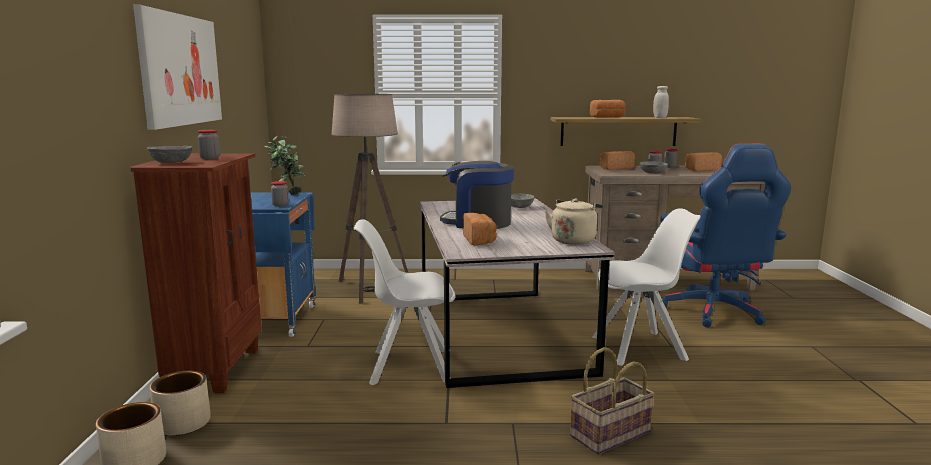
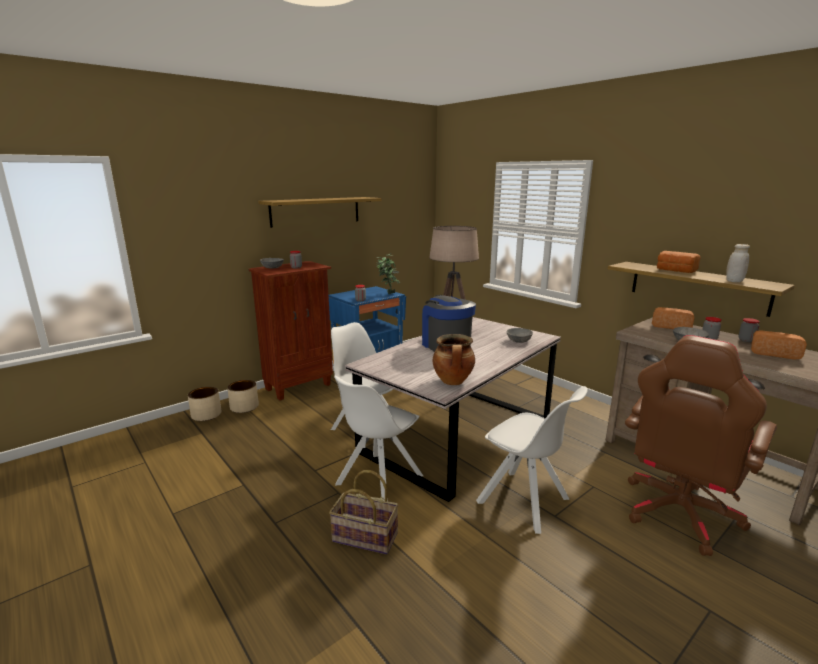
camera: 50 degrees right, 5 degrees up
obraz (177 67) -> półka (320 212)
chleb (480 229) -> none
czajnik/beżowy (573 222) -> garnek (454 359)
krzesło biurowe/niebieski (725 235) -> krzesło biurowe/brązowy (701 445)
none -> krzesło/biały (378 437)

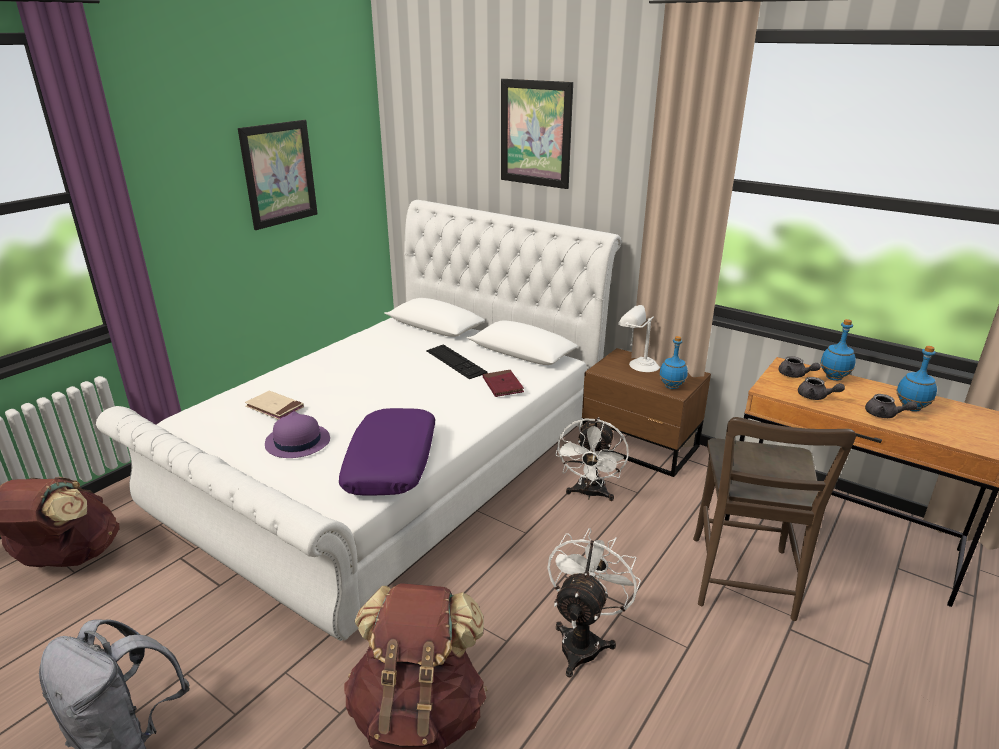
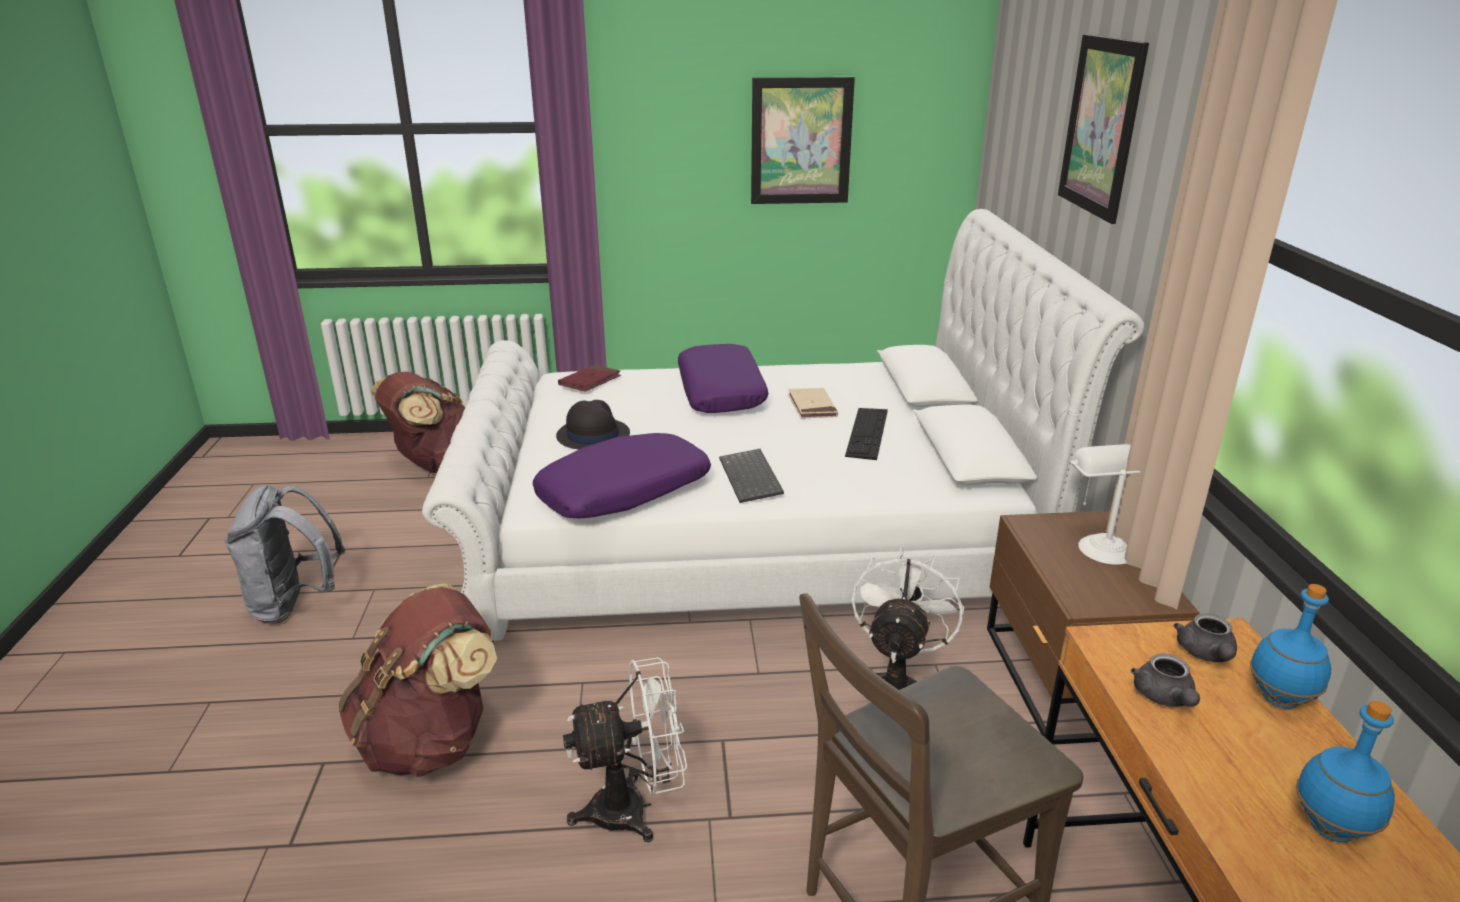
camera: 50 degrees right, 0 degrees up
książka/beżowy (274 405) -> książka/beżowy (813 403), moved
kapelusz/fioletowy (297 434) -> kapelusz/czarny (593 425)
książka/czerwony (503 383) -> książka/czerwony (589 378), moved
wentylator/biały (592 459) -> wentylator/biały (908 619), 135 degrees clockwise
butelka/niebieski (673 362) -> none
imbryk/szary (891 406) -> none
none -> poduszka/fioletowy (723 378)
none -> klawiatura (751 476)

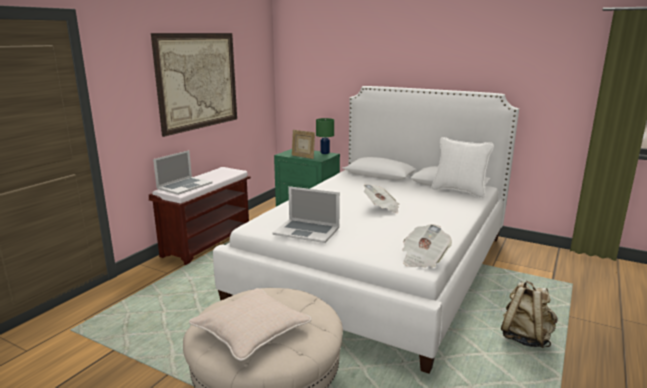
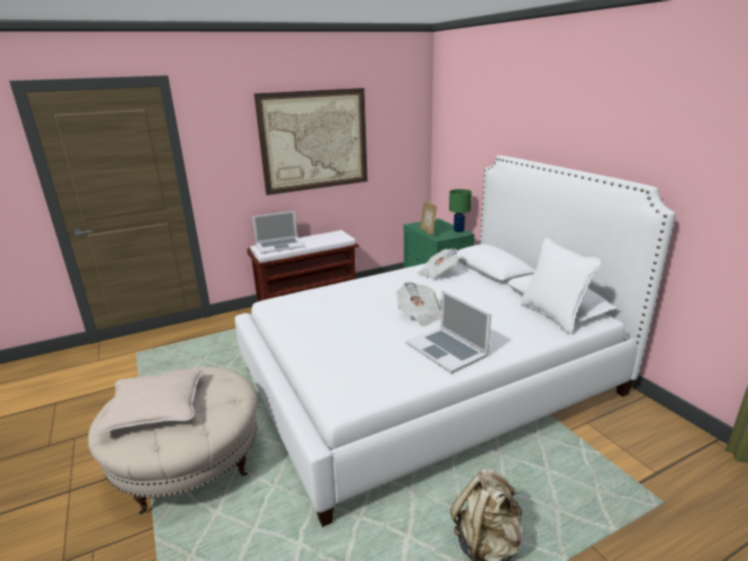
camera: 35 degrees right, 5 degrees up
laptop (306 214) -> laptop (448 332), moved
gazeta (427 246) -> gazeta (438 264), moved

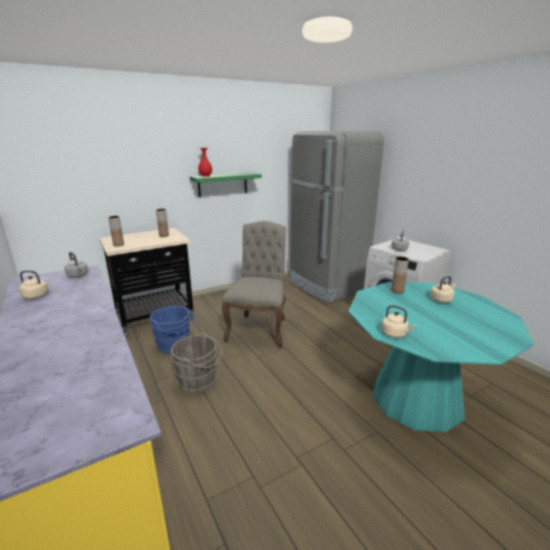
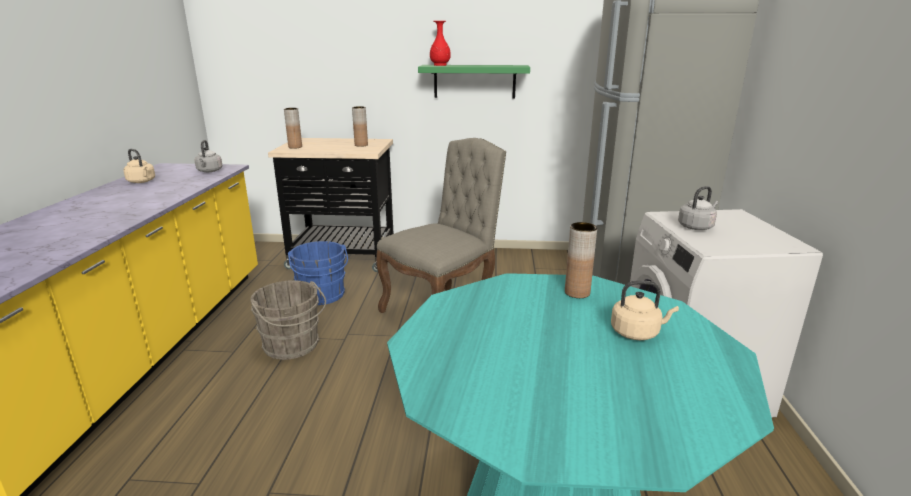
camera: 35 degrees right, 0 degrees up
czajnik/beżowy (399 321) -> none

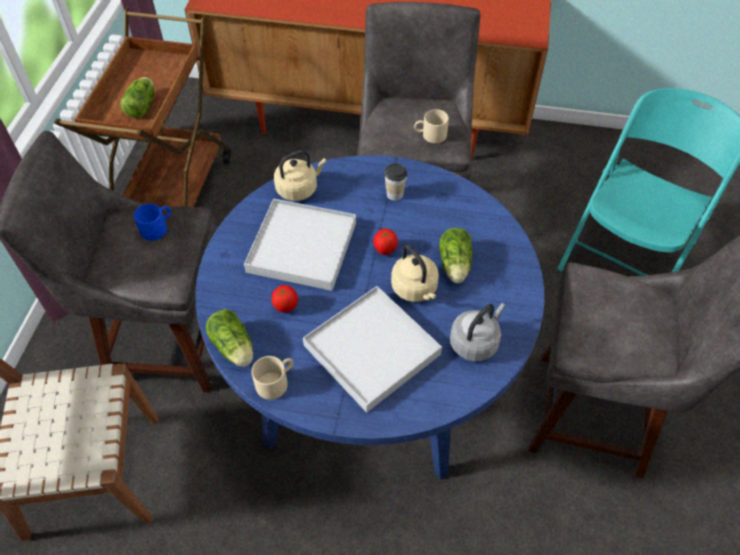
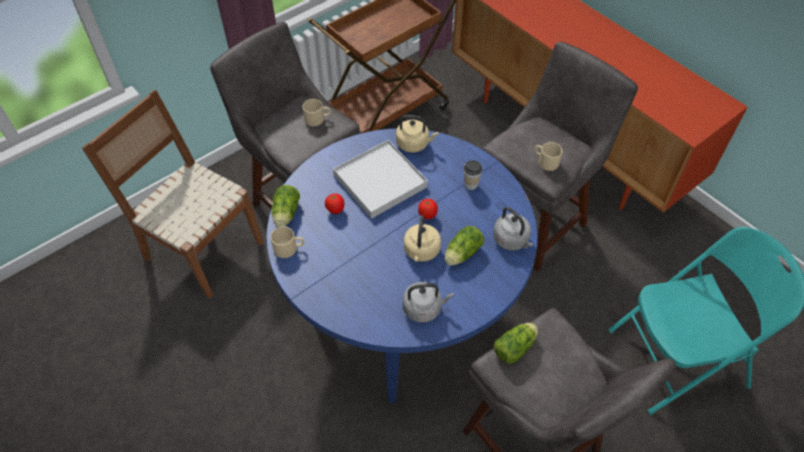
camera: 40 degrees right, 0 degrees up
sałata (137 97) -> sałata (516 343), moved
kubek/niebieski (152 222) -> kubek/beżowy (317 112)
taca/biały (372 349) -> none
none -> czajnik/szary (513 229)

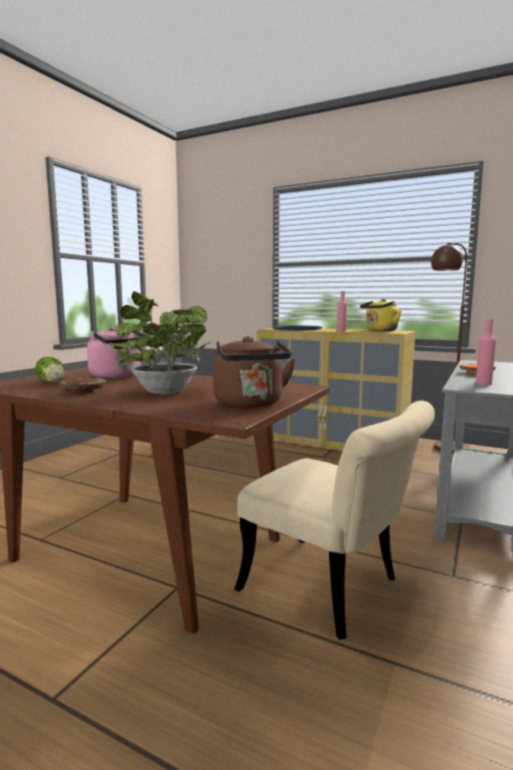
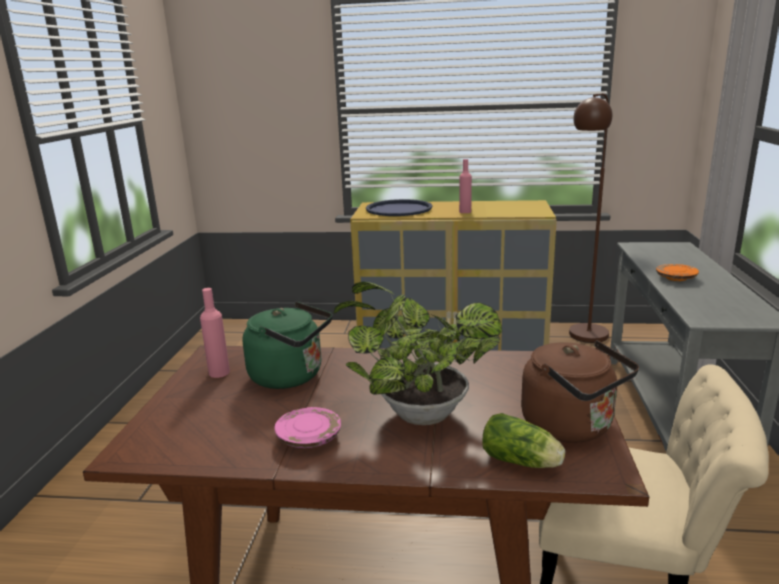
camera: 20 degrees left, 10 degrees up
sałata (50 370) -> sałata (523 440), moved
talerz/brązowy (82 385) -> talerz/różowy (308 427)
czajnik/różowy (118 353) -> czajnik/zielony (287 345)
czajnik/żółty (380 315) -> none
butelka/różowy (486 352) -> butelka/różowy (215 333), moved

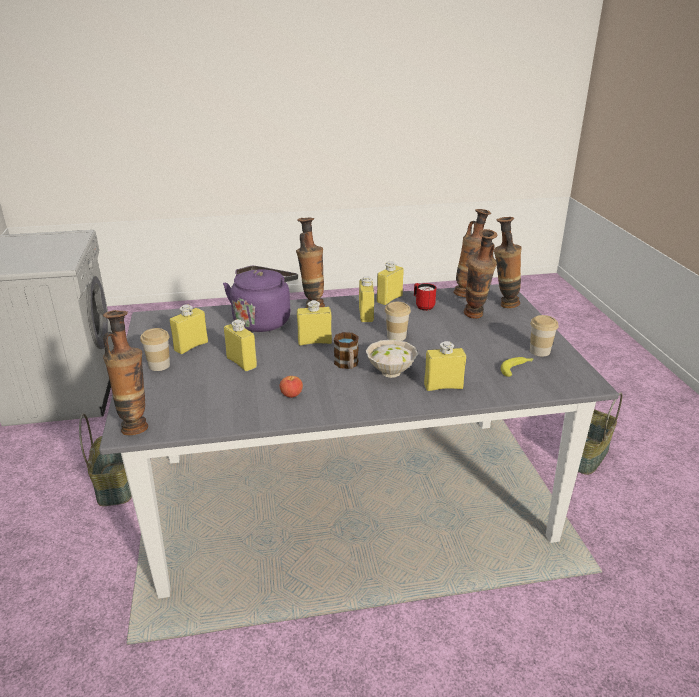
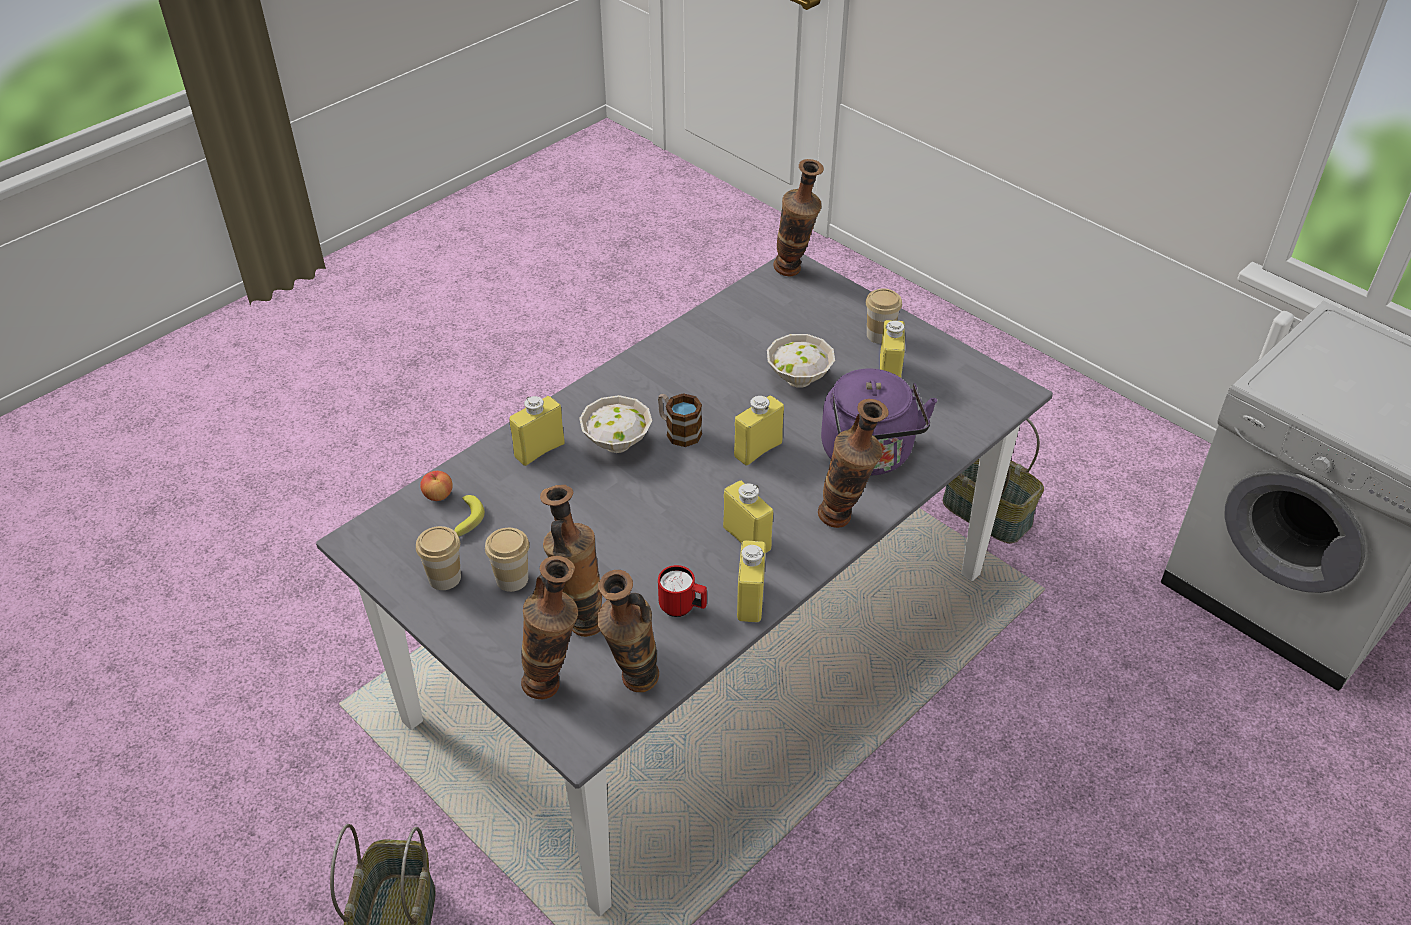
camera: 145 degrees right, 15 degrees up
butelka/żółty (240 345) -> miska/biały (801 361)
jabłko (291 387) -> jabłko (436 486), moved
filiżanka (398 321) -> filiżanka (507 560), moved

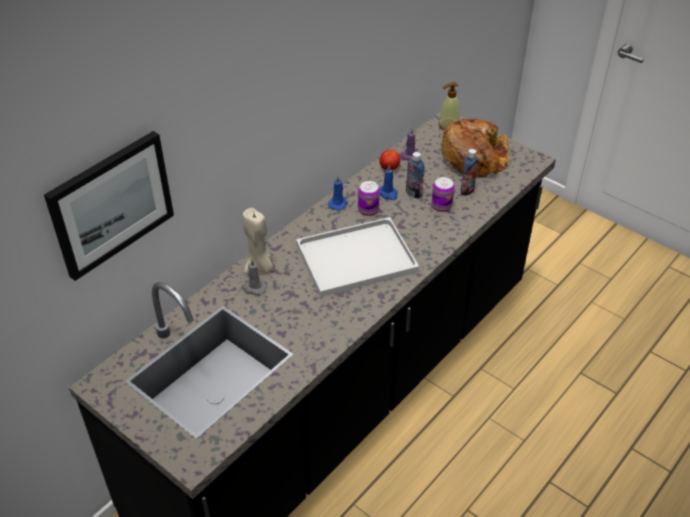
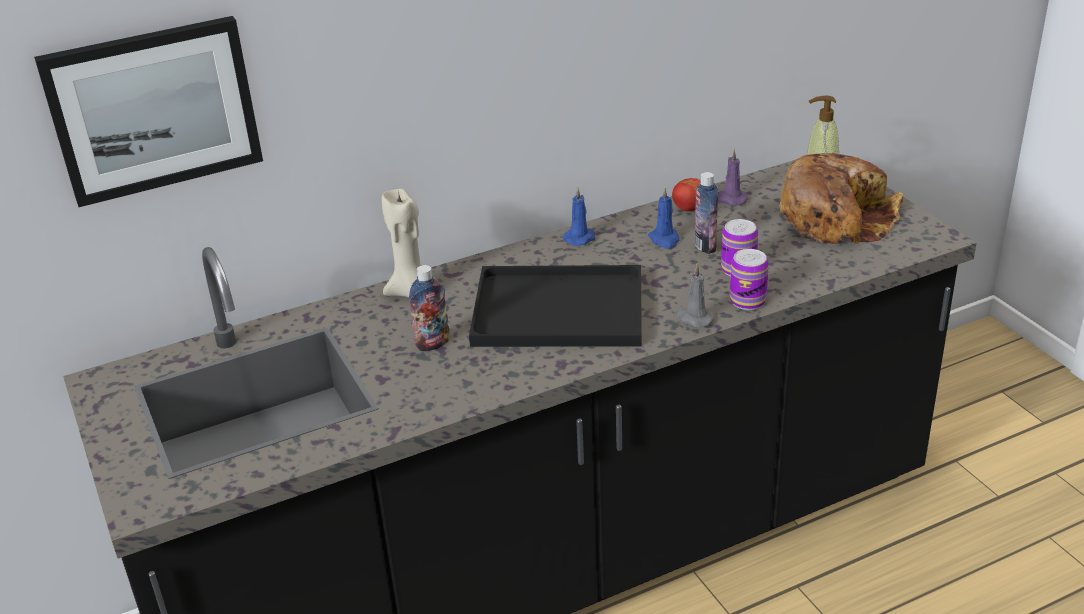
camera: 25 degrees right, 10 degrees down
świeca/szary (254 277) -> świeca/szary (695 296), moved
taca/biały (357 257) -> taca/czarny (555 306)
puszka (369 198) -> puszka (749 279), moved
butelka (470 172) -> butelka (429 308), moved

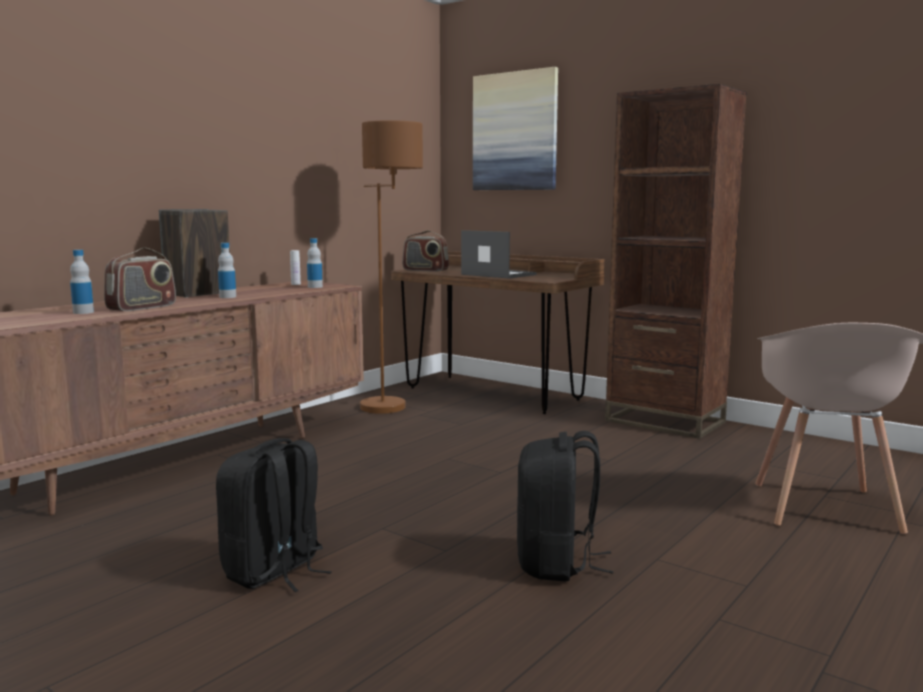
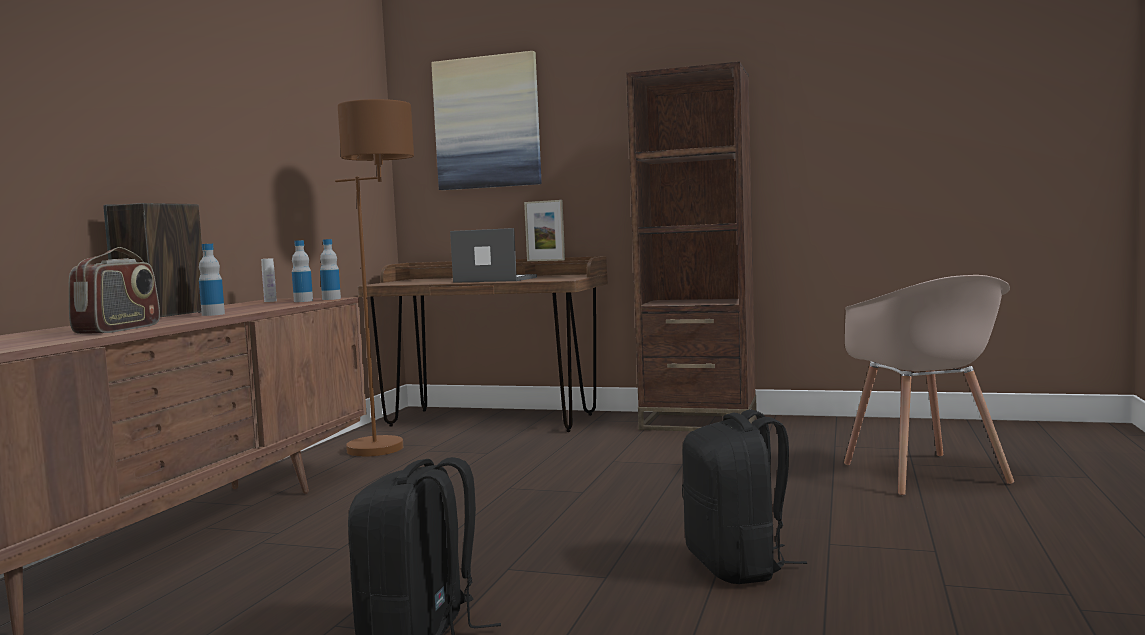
camera: 20 degrees left, 5 degrees down
butelka (82 282) -> butelka (330 269), moved
radio (425 251) -> none
none -> ramka na zdjęcie (544 230)

